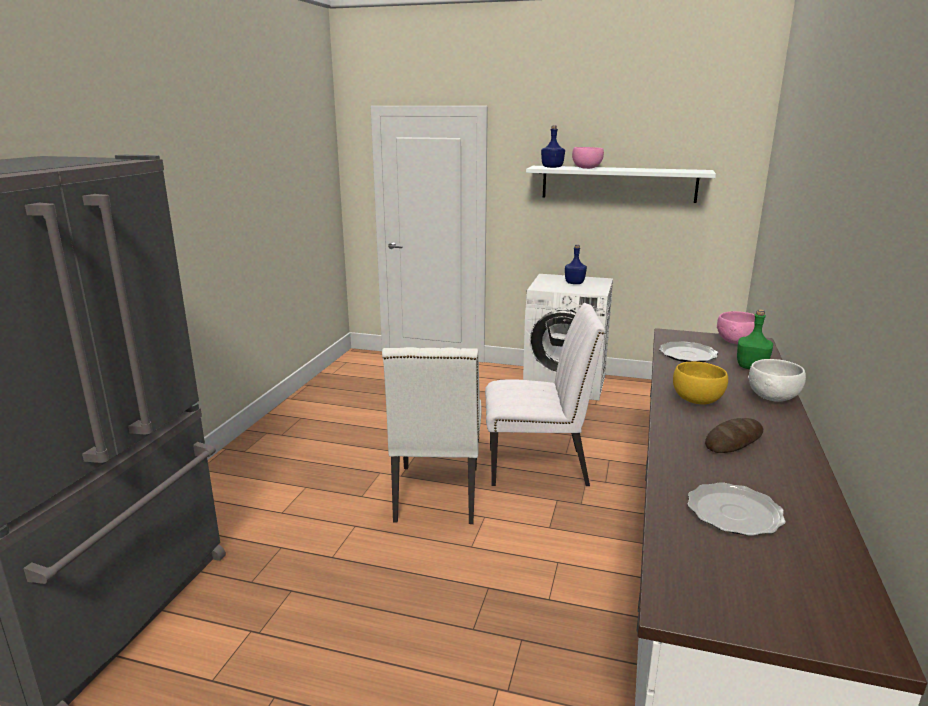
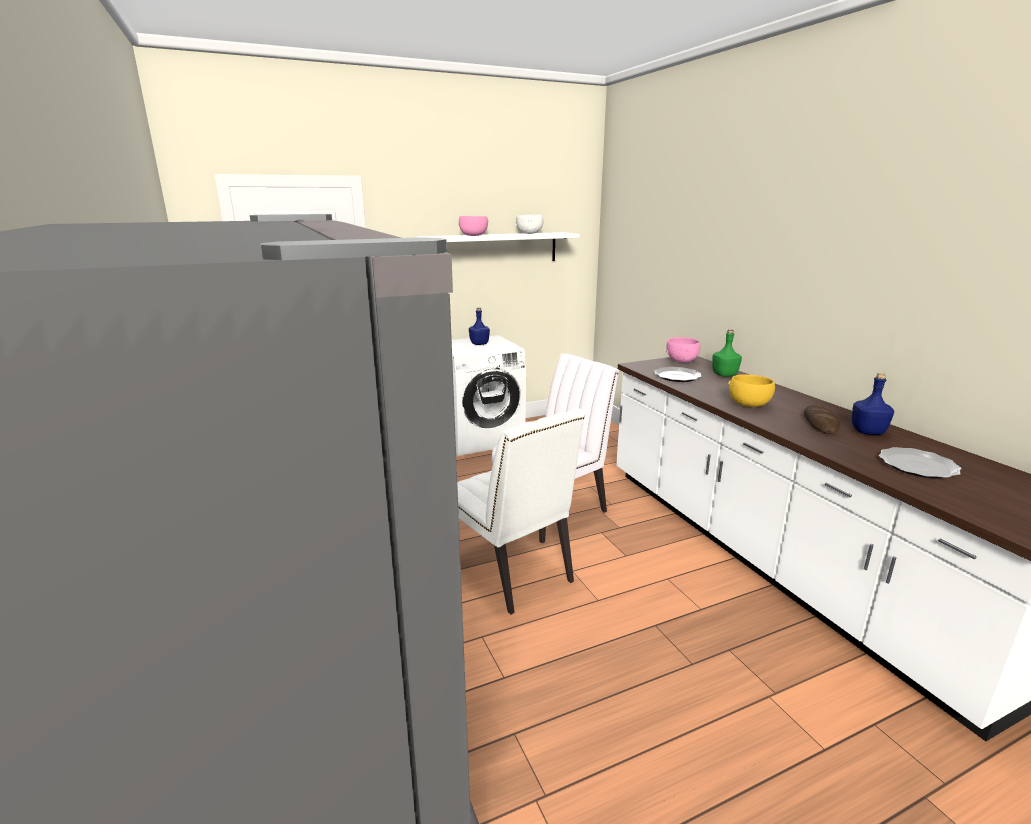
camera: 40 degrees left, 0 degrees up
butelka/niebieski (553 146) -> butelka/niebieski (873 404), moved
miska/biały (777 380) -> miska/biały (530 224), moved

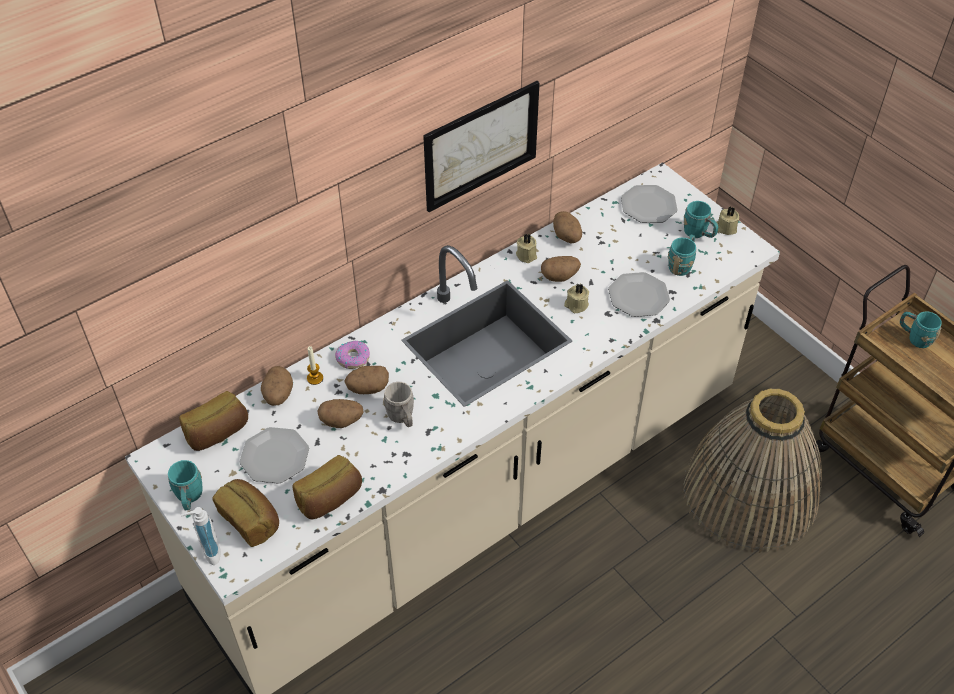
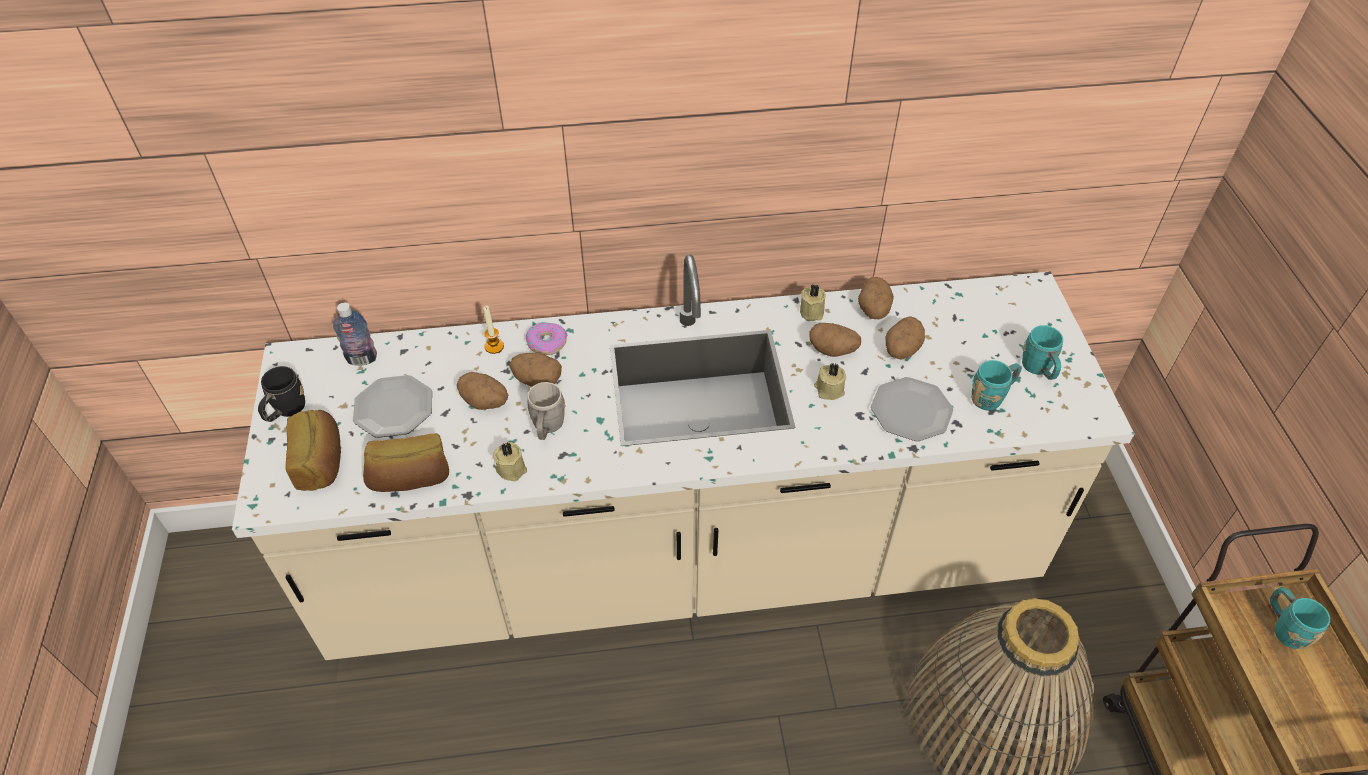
camera: 30 degrees right, 0 degrees up
kubek/turkusowy (185 485) -> kubek/czarny (281 394)
chleb (213 421) -> butelka (355 334)
dozownik mydła (201 536) -> none
ziemniak (277 386) -> ziemniak (905 337), moved
obraz (481 146) -> none
talerz (649 204) -> none
świeca/beżowy (728 221) -> świeca/beżowy (510 461), moved

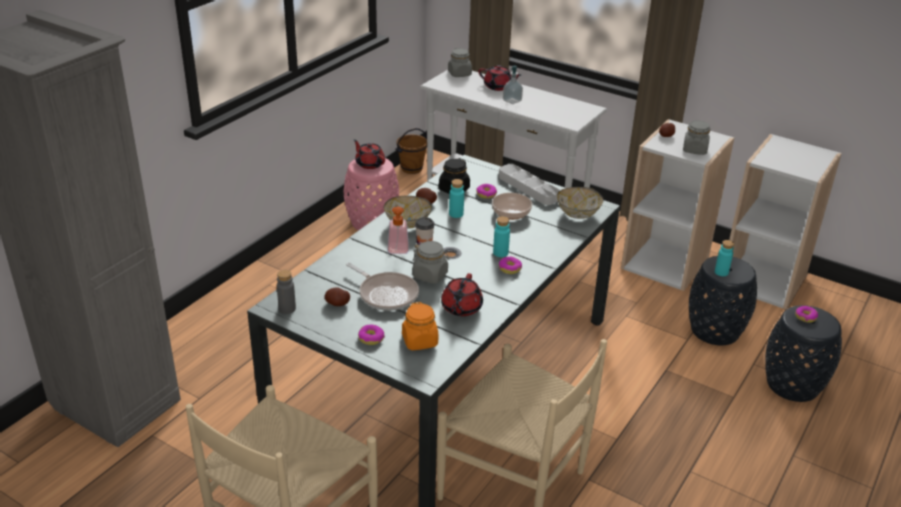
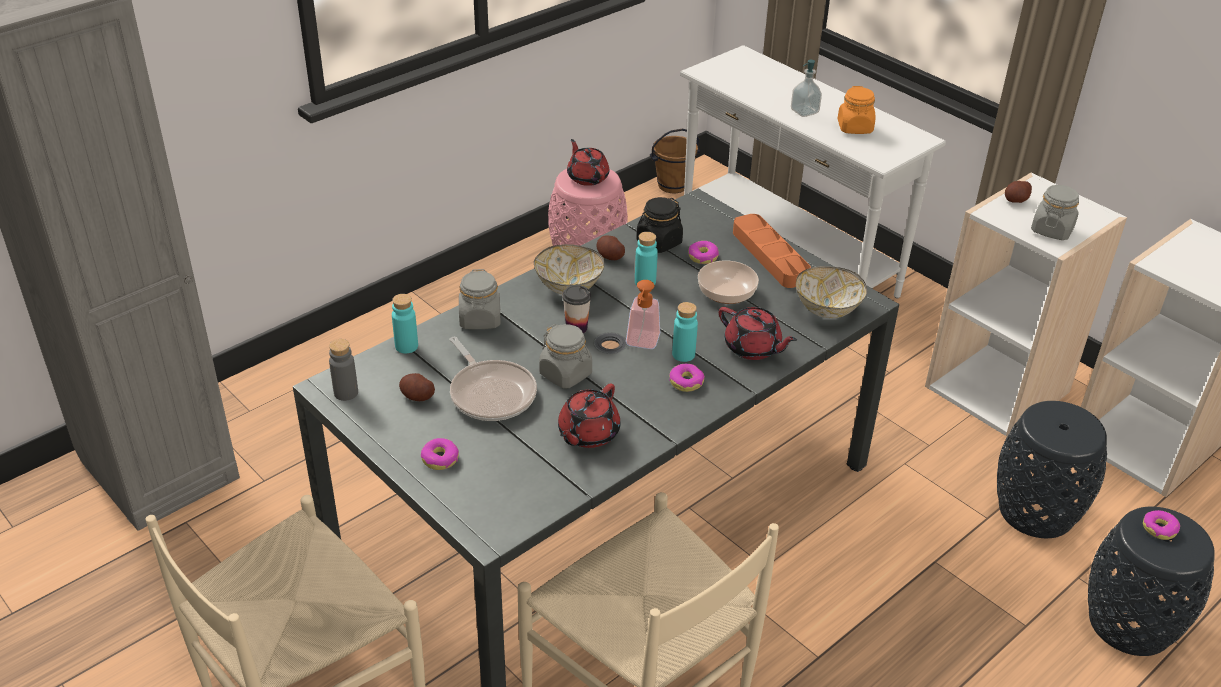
camera: 15 degrees right, 5 degrees up
dozownik mydła (398 230) -> dozownik mydła (643 314), moved
słoik/pomarańczowy (420 326) -> słoik/pomarańczowy (856 110), moved
słoik/szary (460 62) -> słoik/szary (479 299), moved
imbryk/czerwony (499 78) -> imbryk/czerwony (758 333), moved
taca/szary (529 184) -> taca/pomarańczowy (772 251)
butelka/turkusowy (724 258) -> butelka/turkusowy (405 323), moved

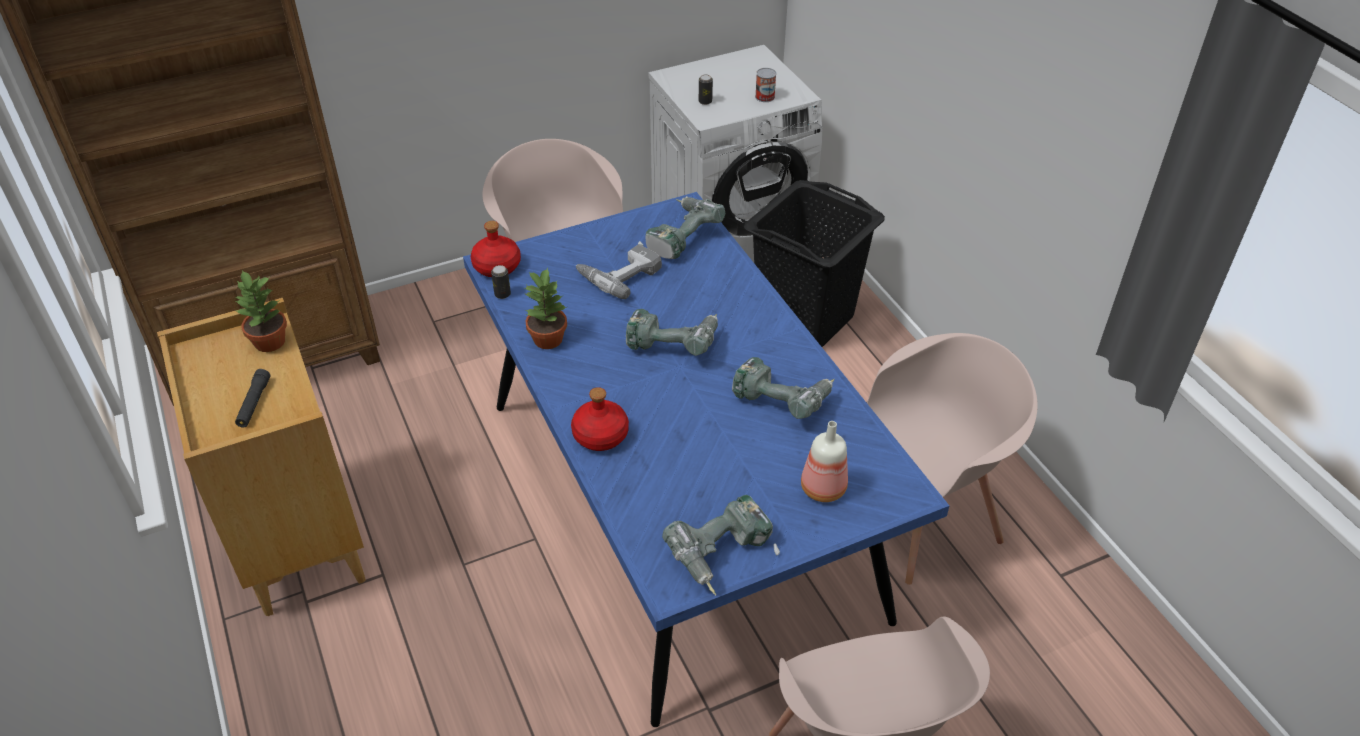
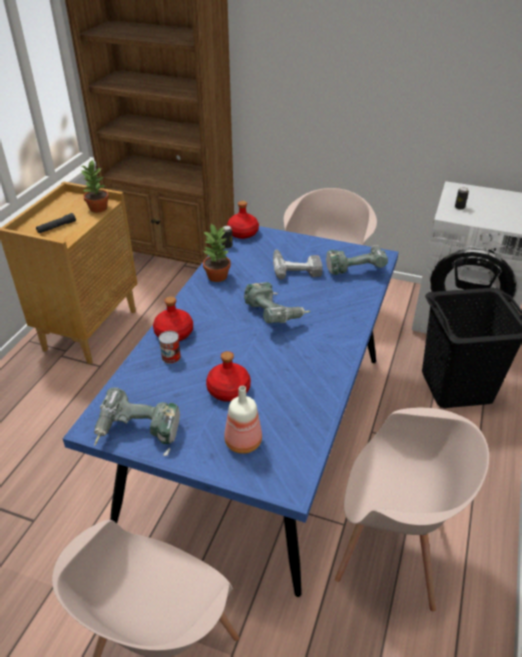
camera: 45 degrees right, 5 degrees down
wiertarka (783 388) -> none
puszka (765 85) -> puszka (170 347), moved
none -> butelka/czerwony (228 376)

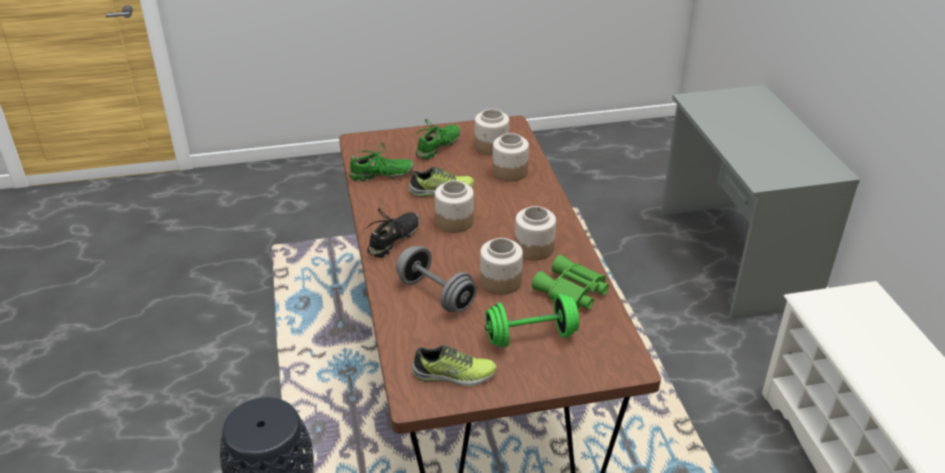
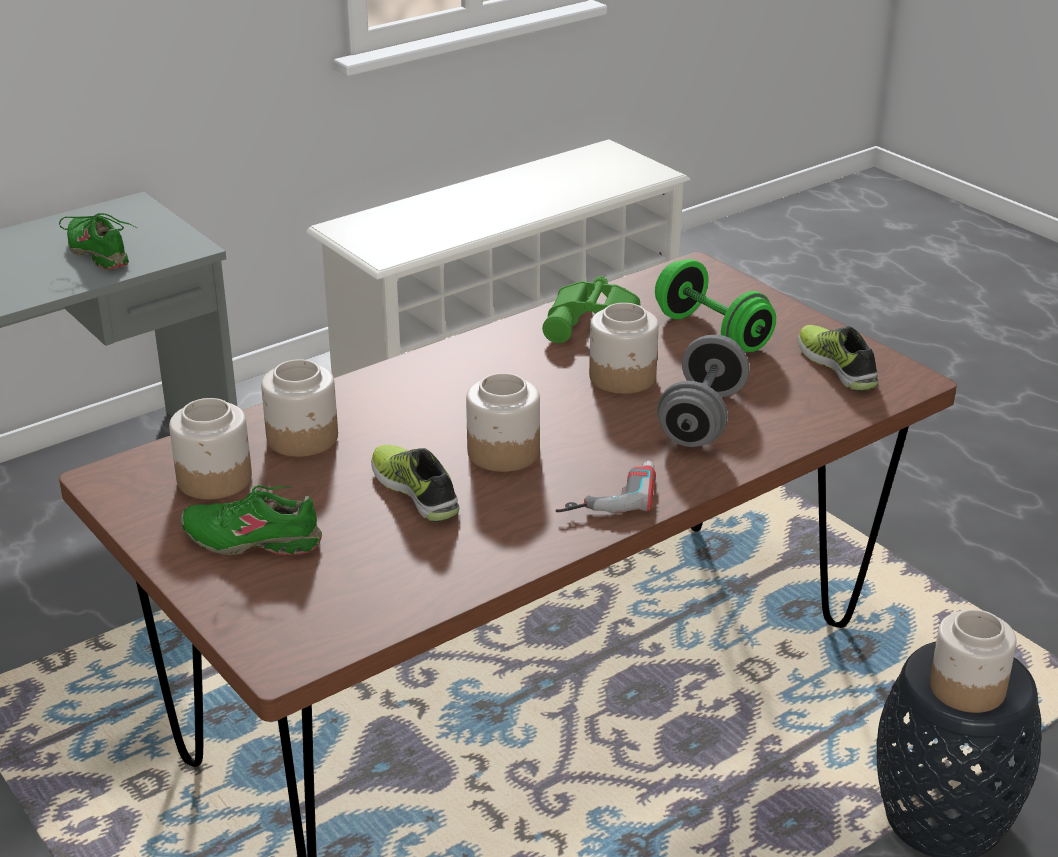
camera: 115 degrees left, 5 degrees down
but/zielony (381 162) -> but/zielony (98 241), moved
but/czarny (392 233) -> wiertarka (606 486)
słoik (535 233) -> słoik (973 661), moved

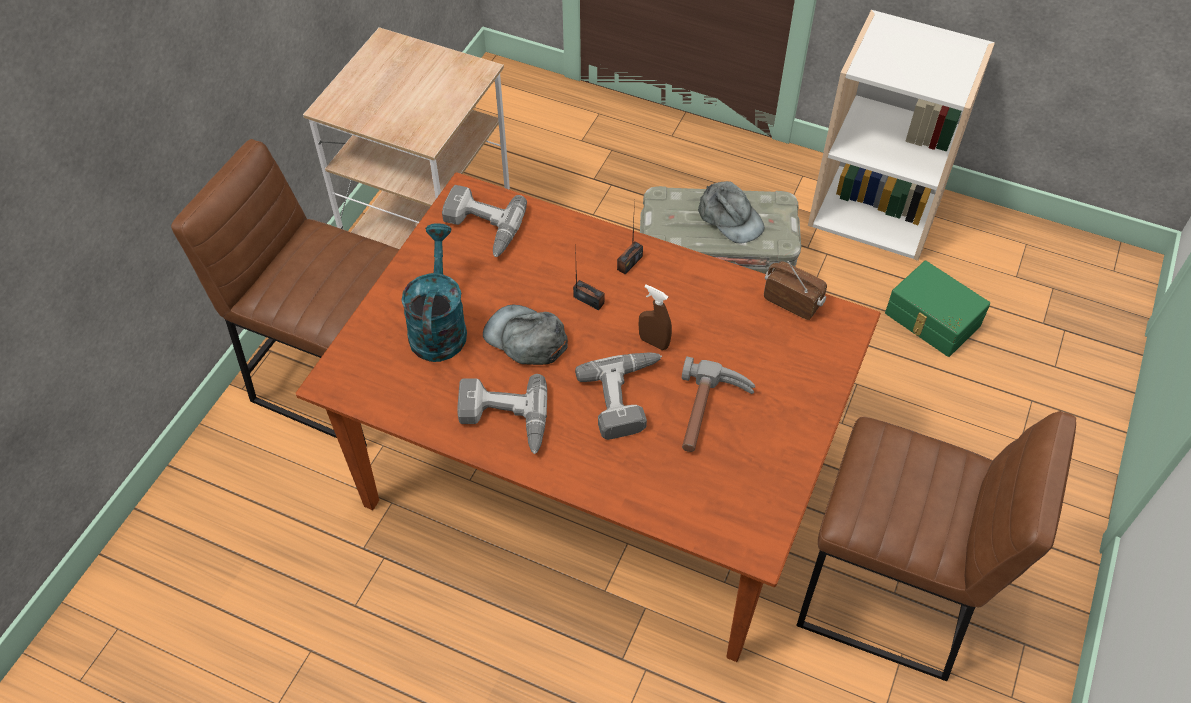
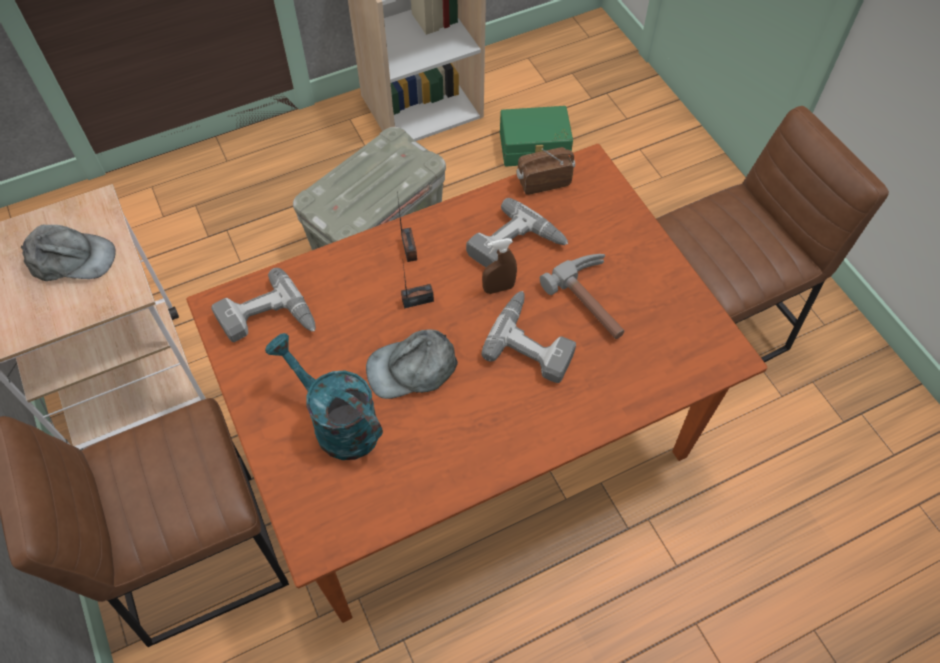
camera: 50 degrees left, 5 degrees up
wiertarka (502 414) -> wiertarka (517 232), moved
czapka z daszkiem/szary (731 212) -> czapka z daszkiem/szary (68 253), moved

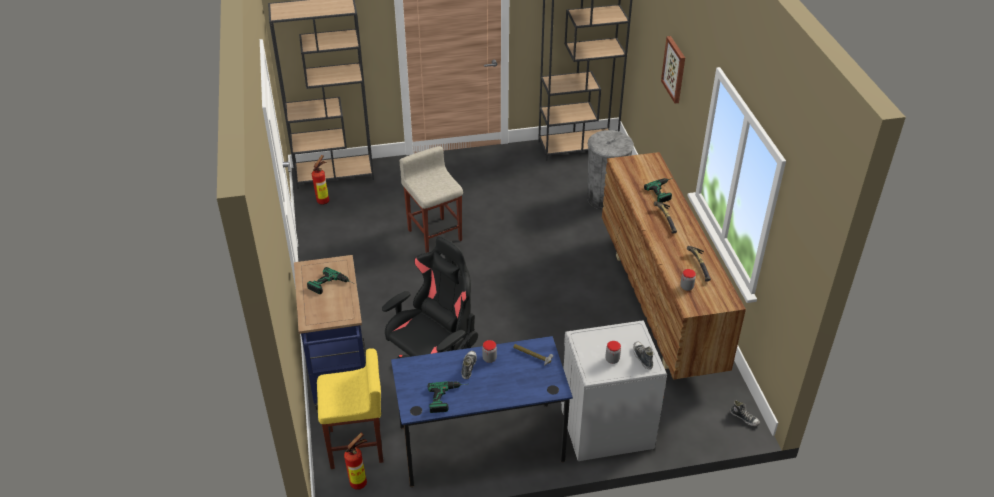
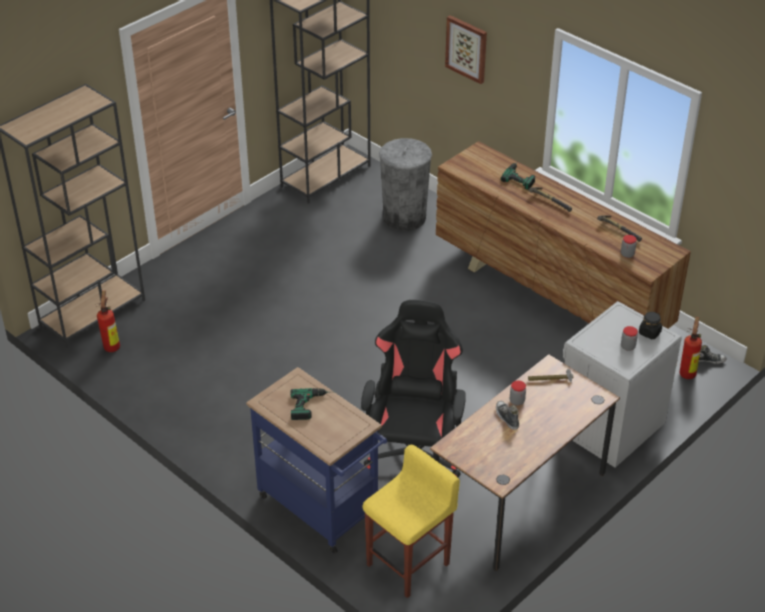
camera: 35 degrees left, 0 degrees up
gaśnica (355 461) -> gaśnica (691 348), moved
biurko/niebieski (482 411) -> biurko/brązowy (525 462)
stołek/beżowy (431 199) -> none
wiertarka (447 397) -> none
but (643 355) -> słoik/czarny (650 325)

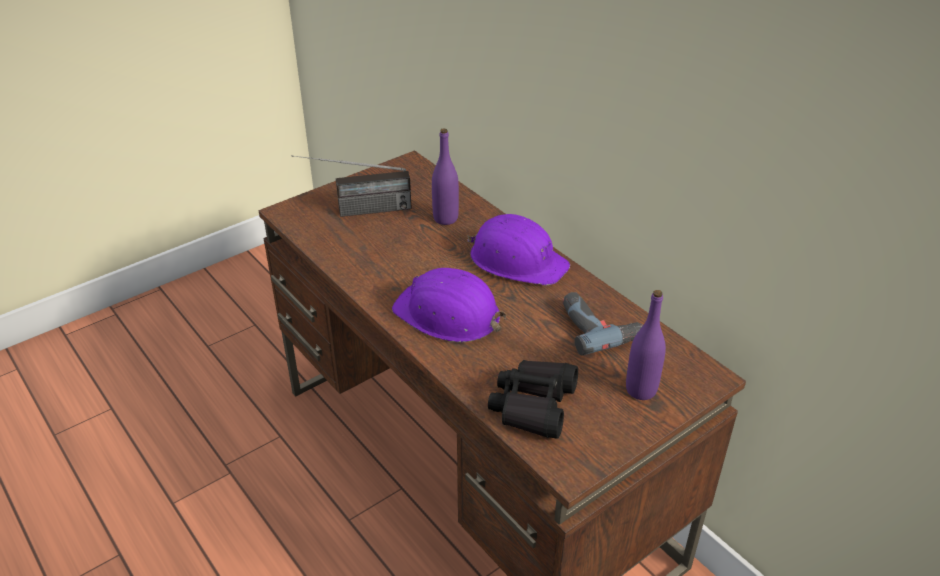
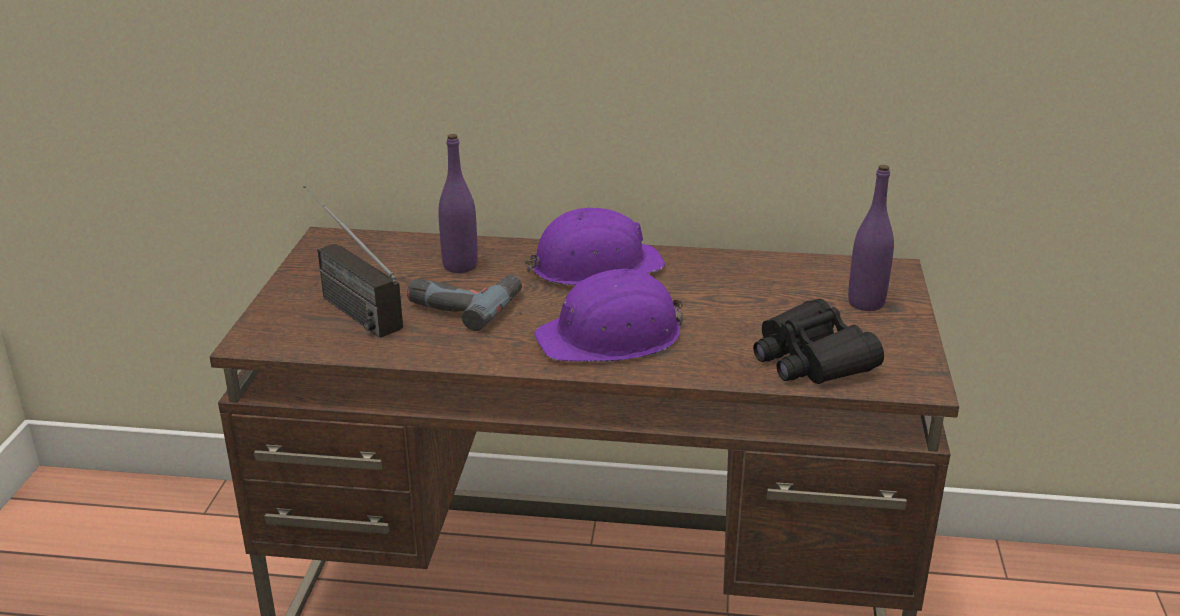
camera: 45 degrees left, 10 degrees down
radio (351 186) -> radio (353 261), 105 degrees clockwise
wiertarka (603 323) -> wiertarka (464 303), moved

